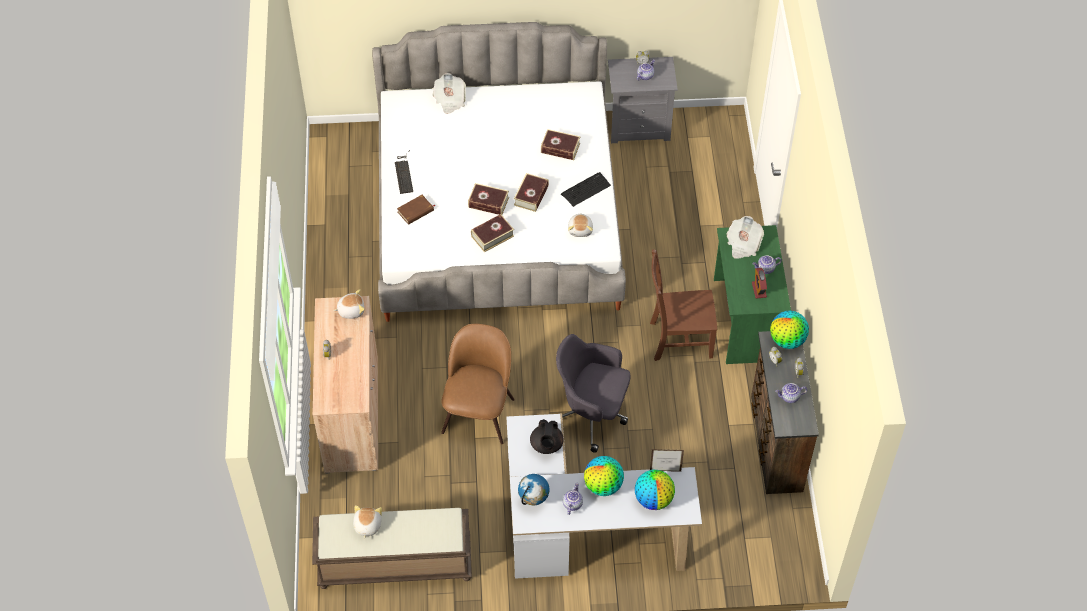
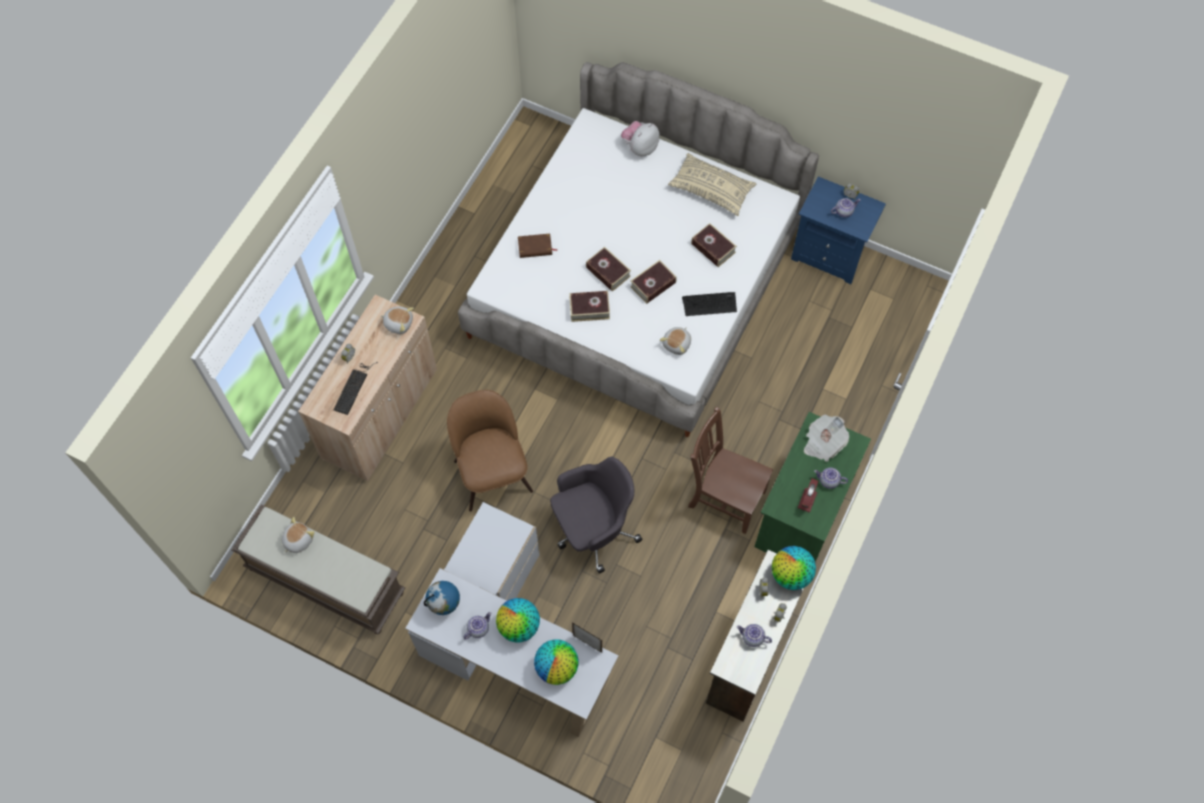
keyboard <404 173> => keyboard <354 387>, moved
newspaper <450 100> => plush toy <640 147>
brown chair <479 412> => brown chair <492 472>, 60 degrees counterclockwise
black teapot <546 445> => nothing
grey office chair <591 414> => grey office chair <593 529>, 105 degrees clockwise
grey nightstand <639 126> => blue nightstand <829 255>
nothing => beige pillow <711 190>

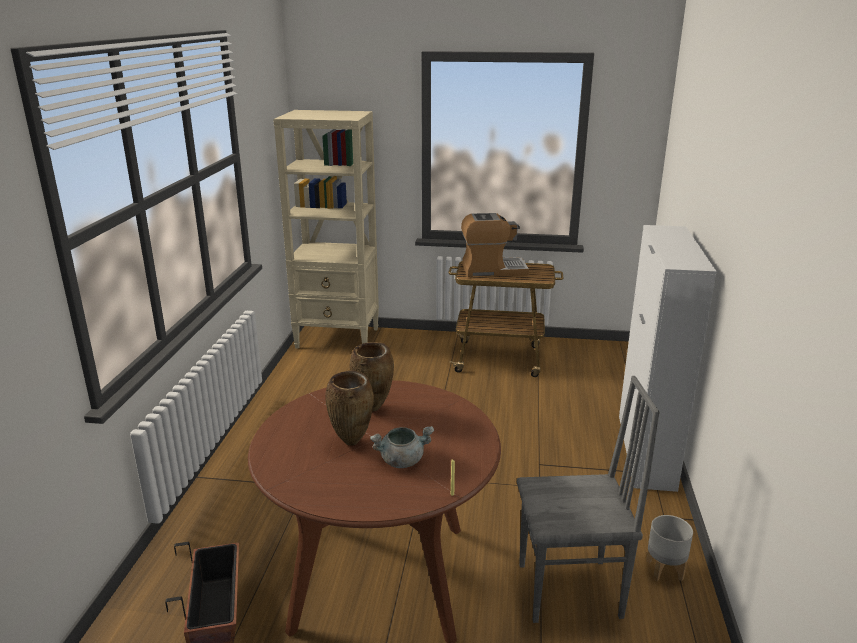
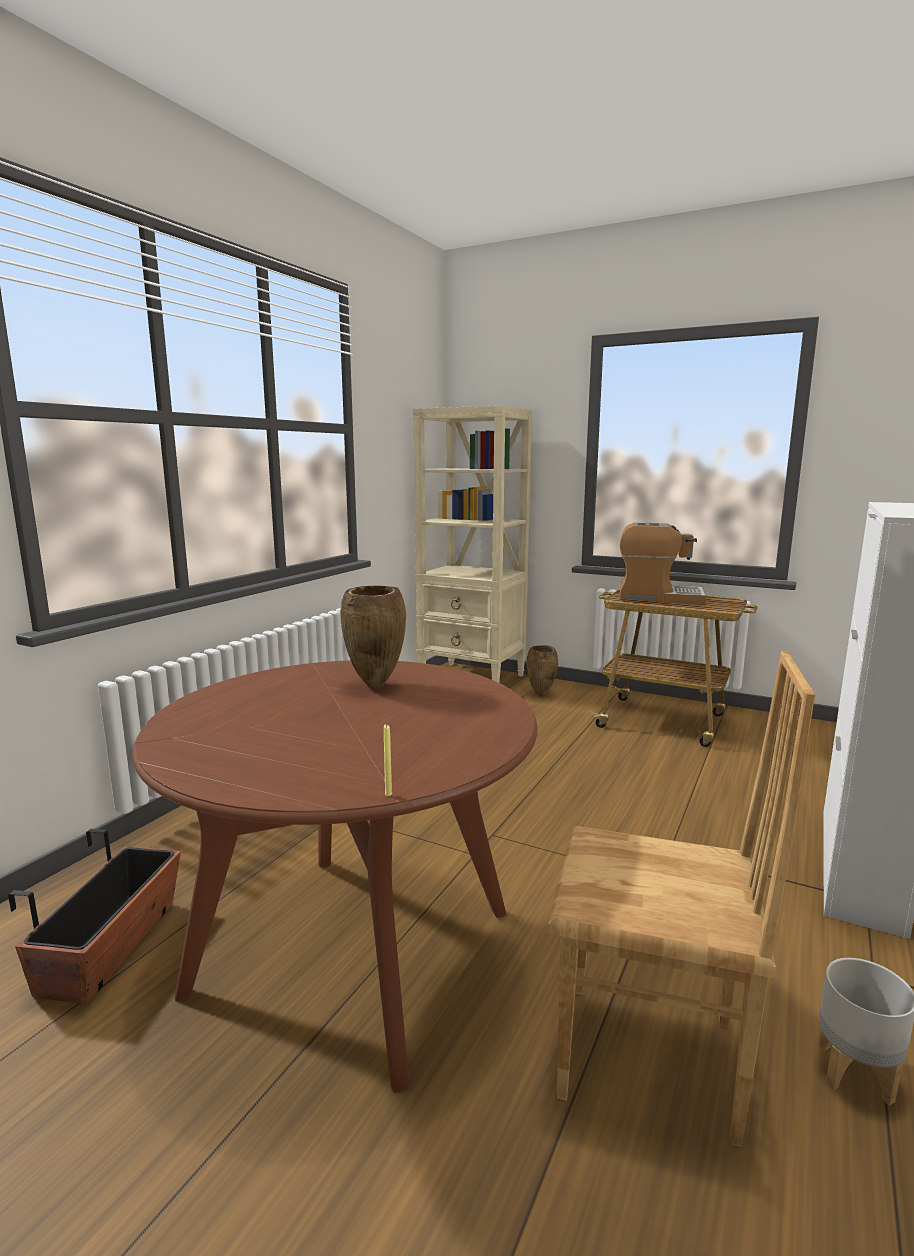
brown vase <352 442> => brown vase <541 694>, moved
grey cooking pot <402 461> => nothing
grey chair <570 592> => brown chair <649 1061>

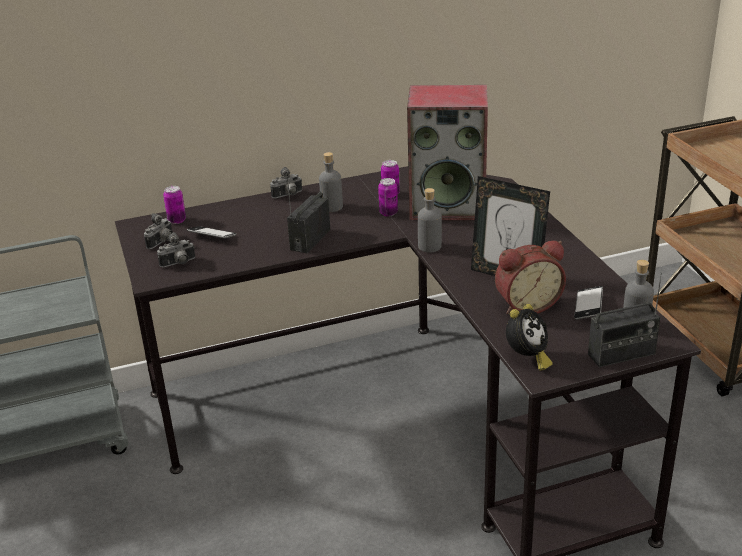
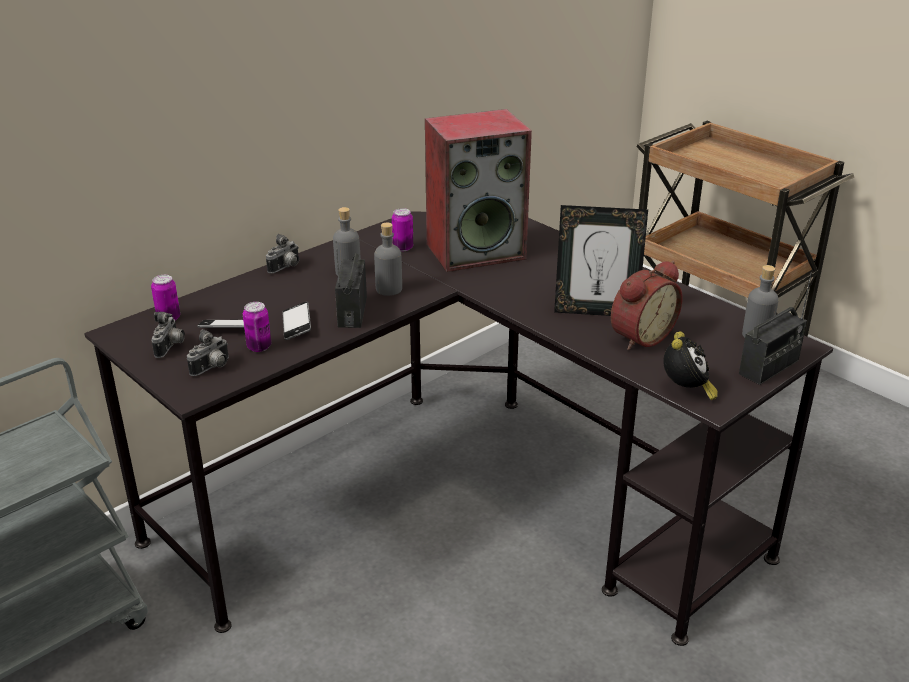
can <388 213> => can <259 347>, moved
grey bottle <429 246> => grey bottle <389 289>, moved
phone <588 307> => phone <297 325>, moved

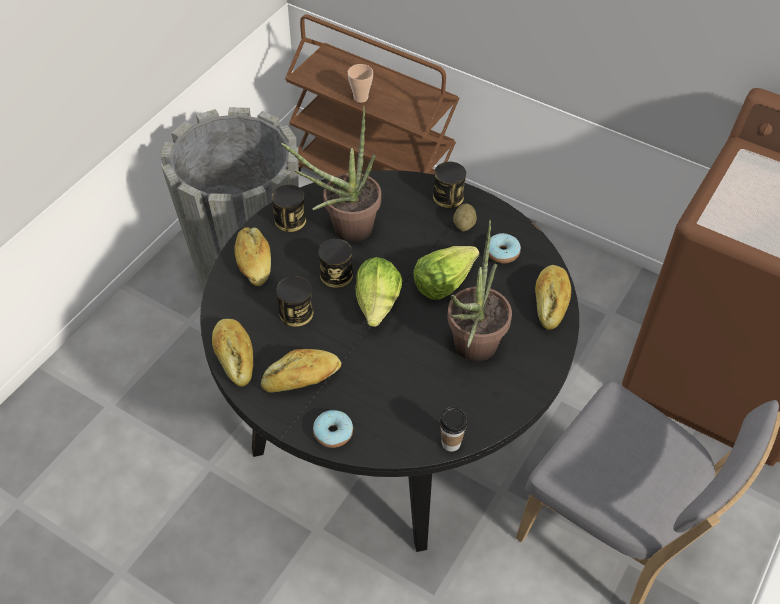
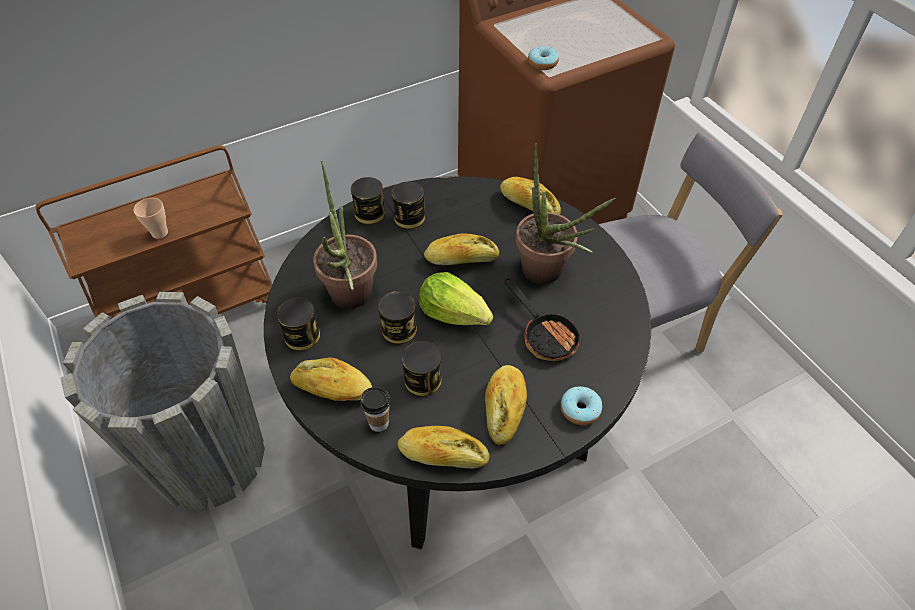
lettuce <443 281> => bread <461 259>
cup <451 443> => cup <378 423>, moved
potato <464 225> => can <409 217>
donut <502 253> => donut <542 63>, moved
nothing => frying pan <545 335>

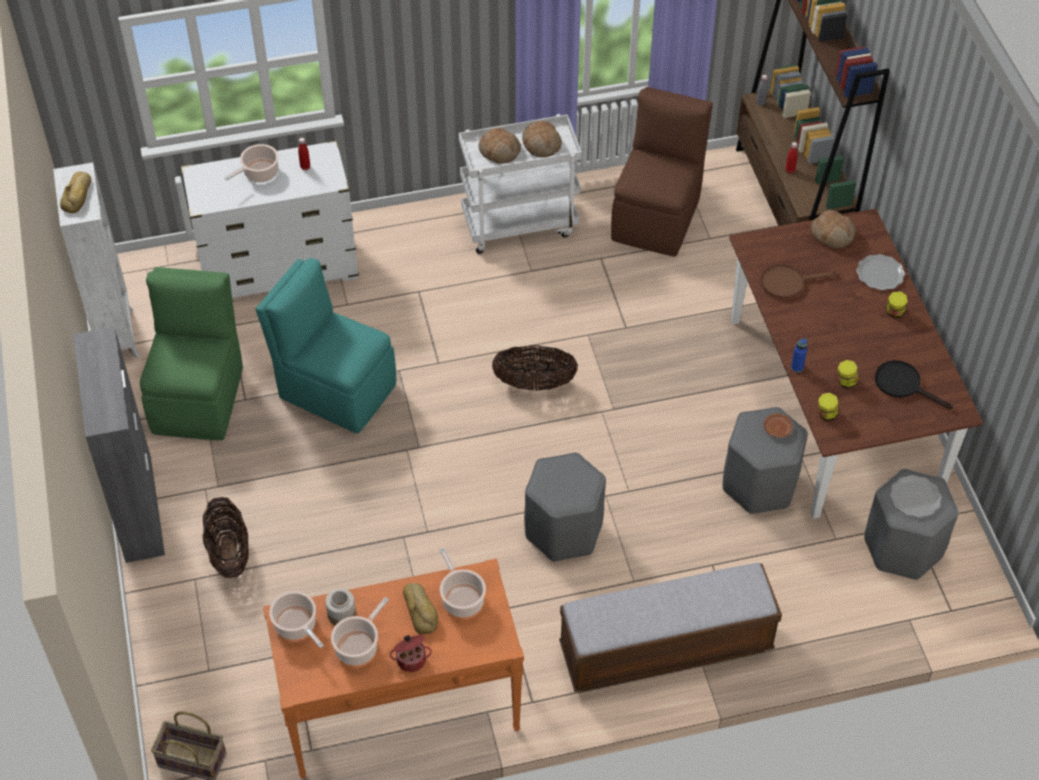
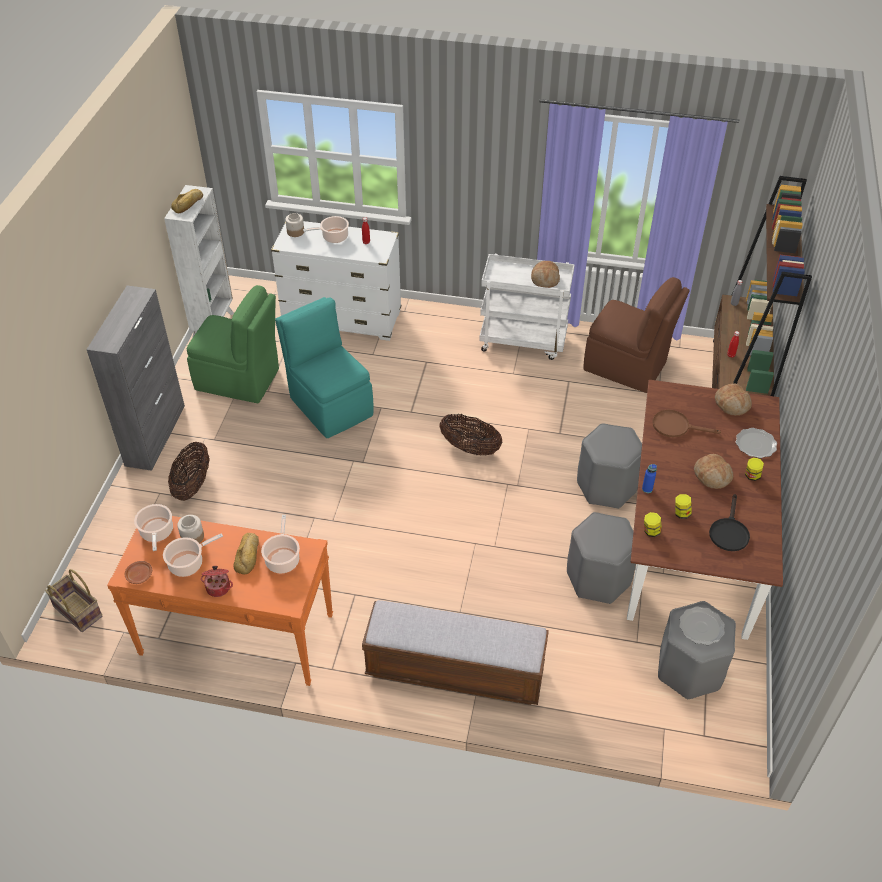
green chair <199 397> => green chair <239 380>, 75 degrees clockwise
bread <499 151> => bread <712 476>, moved
grey stool <563 530> => grey stool <606 486>, moved
brown chair <657 217> => brown chair <627 367>, 75 degrees clockwise
brown plate <777 428> => brown plate <139 575>, moved
black frying pan <903 384> => black frying pan <729 532>, 135 degrees counterclockwise
nothing => jar <295 232>

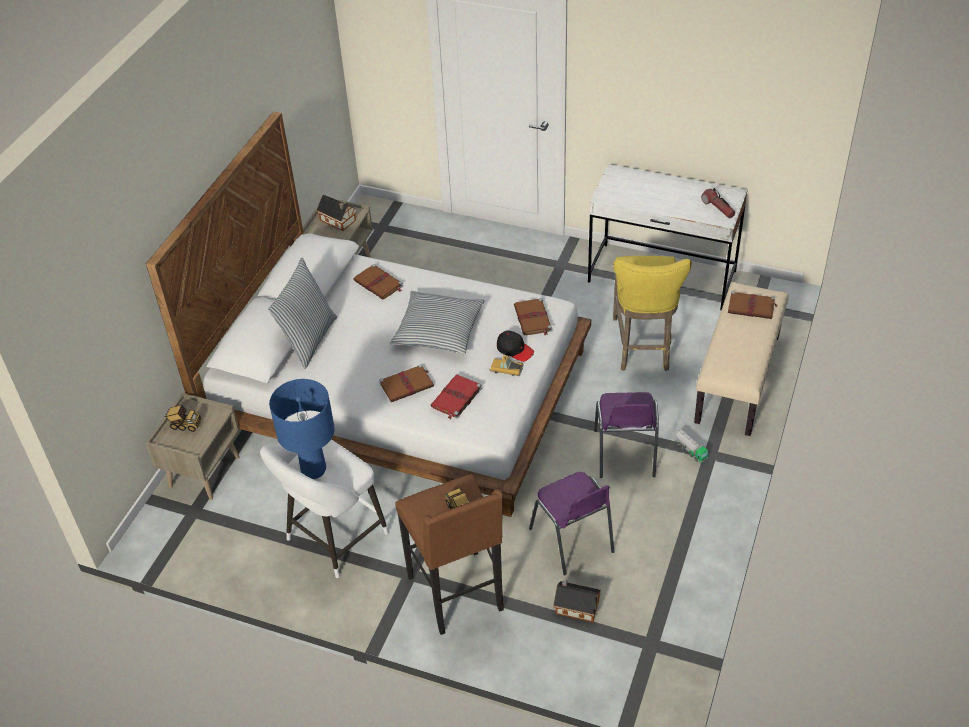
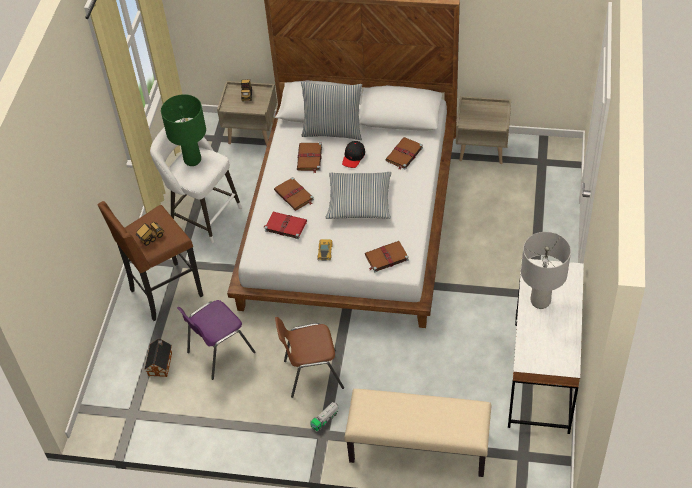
blue table lamp <314 469> => green table lamp <193 160>
toy house <338 221> => nothing
black cap <514 349> => black cap <353 157>, moved
purple chair <624 455> => brown chair <311 374>
yellow stool <642 347> => nothing
flashlight <718 208> => nothing
brown book <752 307> => brown book <309 158>, moved
nothing => grey table lamp <541 301>

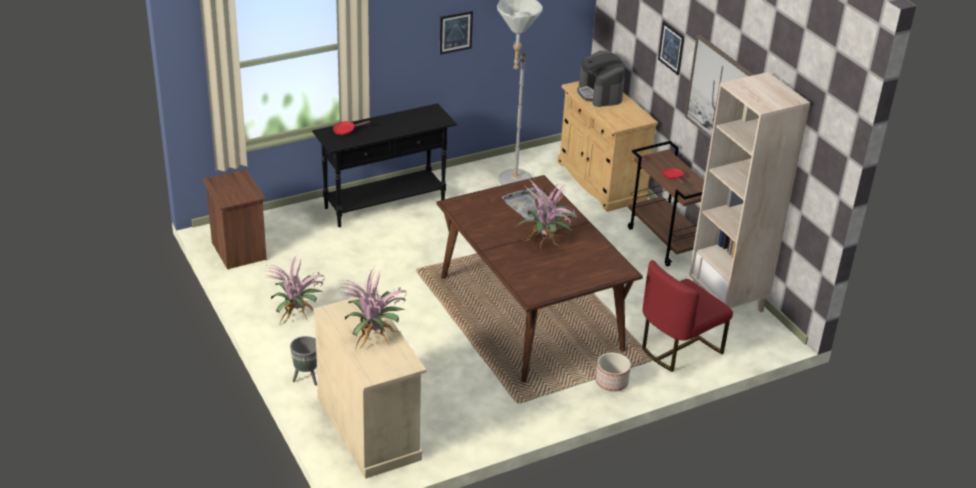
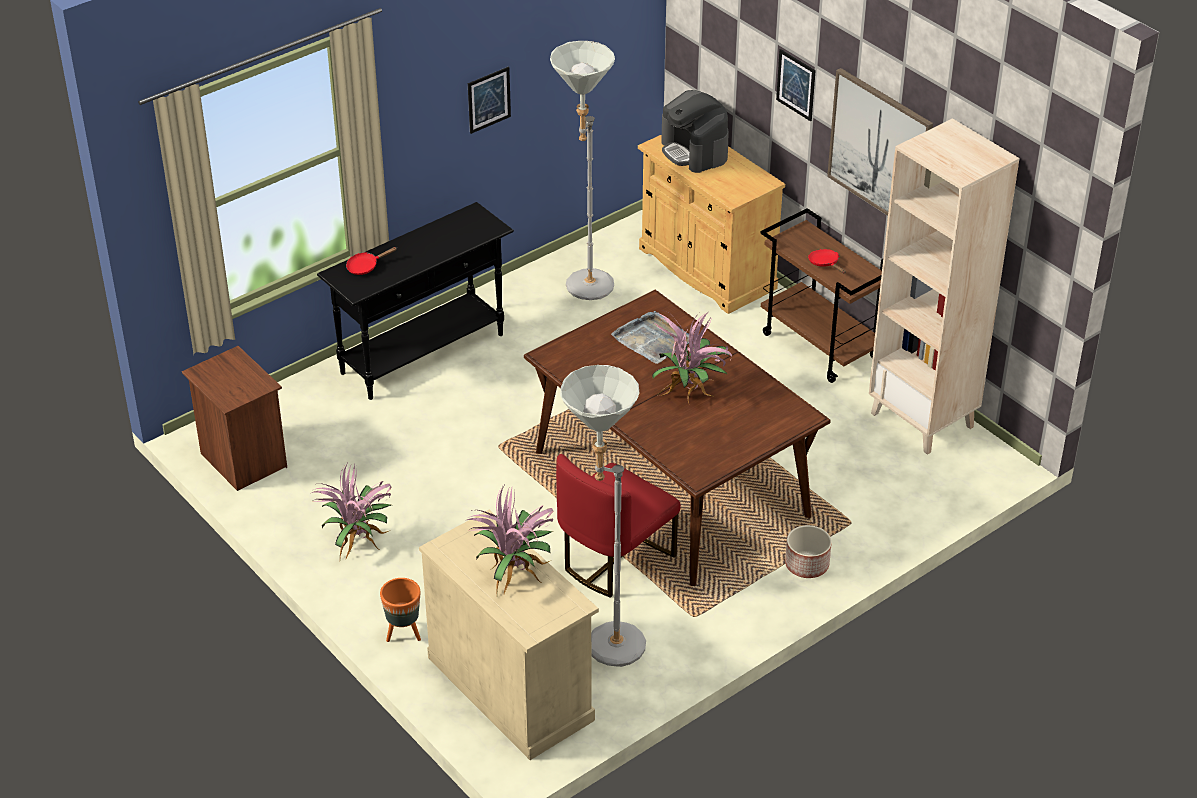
grey planter <306 378> => orange planter <403 633>
red chair <678 348> => red chair <614 560>, moved
nothing => grey floor lamp <604 642>

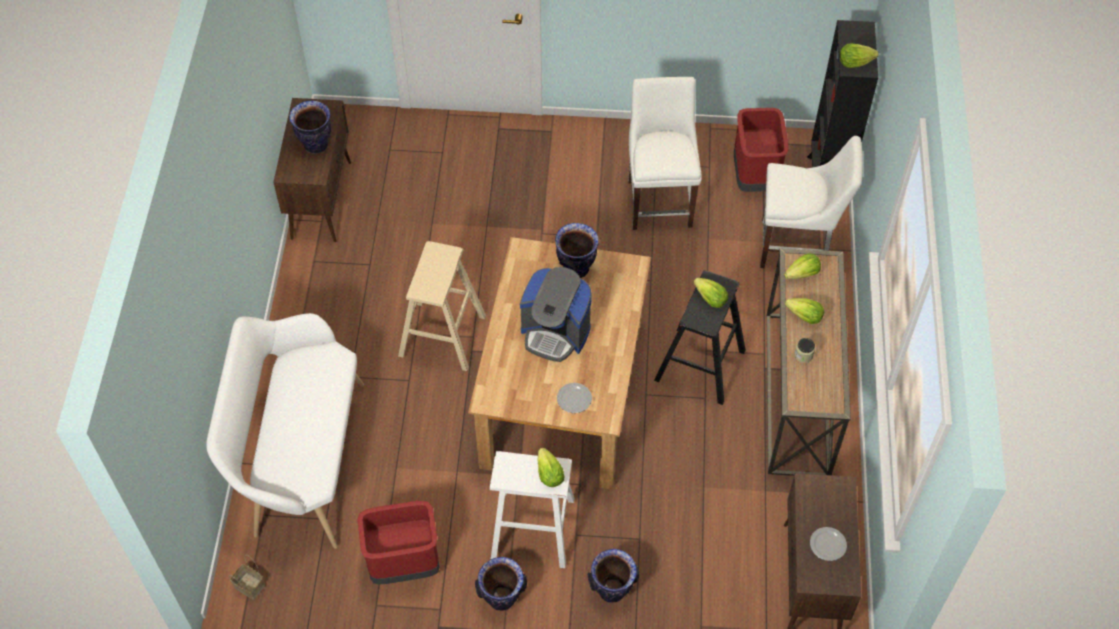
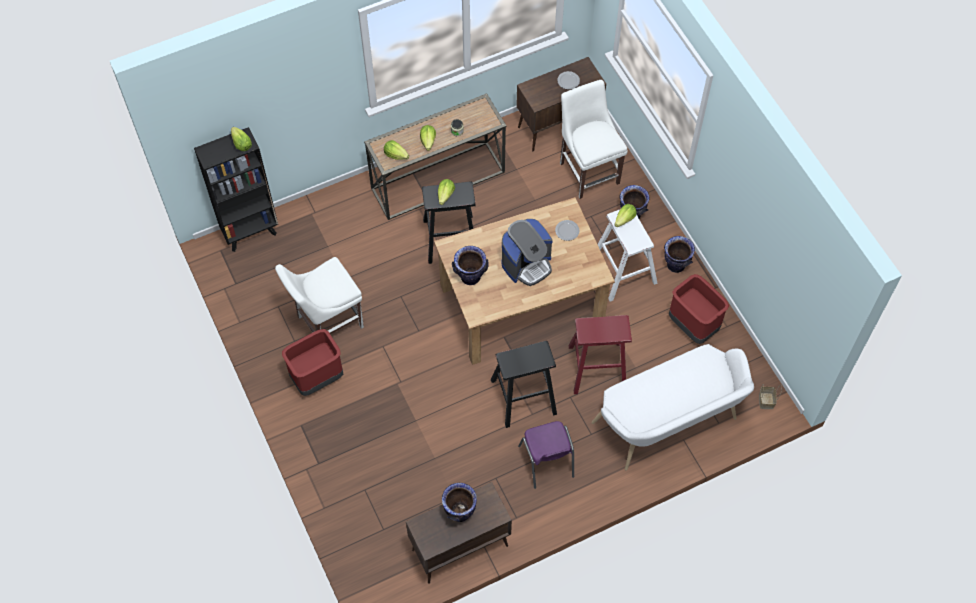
beige stool <442 335> => black stool <523 397>
coffee machine <555 332> => coffee machine <527 264>, 60 degrees clockwise
red trash can <755 178> => red trash can <317 378>, moved
white chair <797 247> => white chair <588 170>, moved
nothing => purple chair <546 463>
nothing => red stool <597 368>

